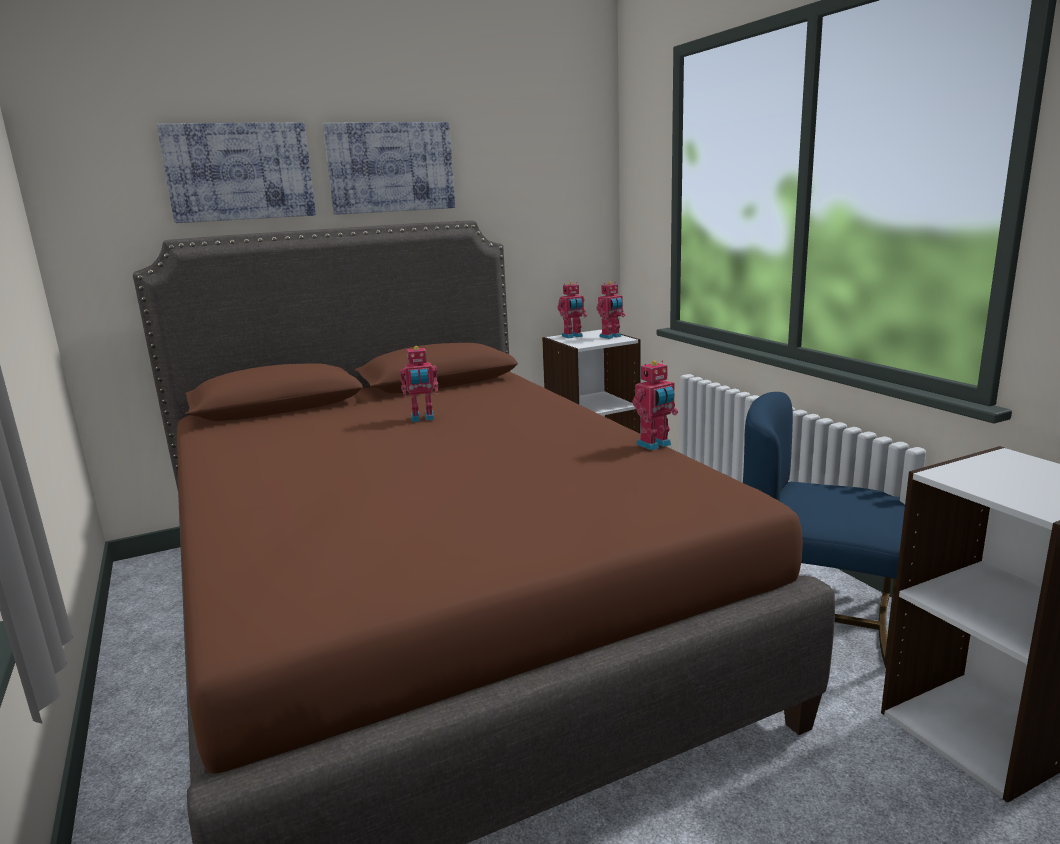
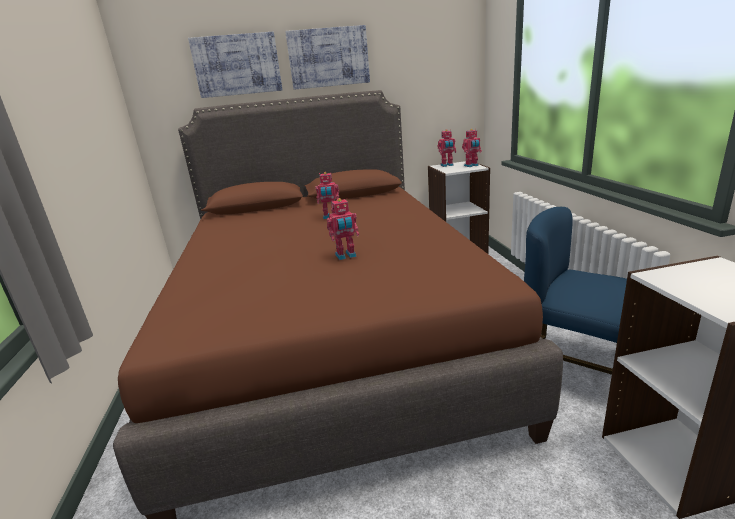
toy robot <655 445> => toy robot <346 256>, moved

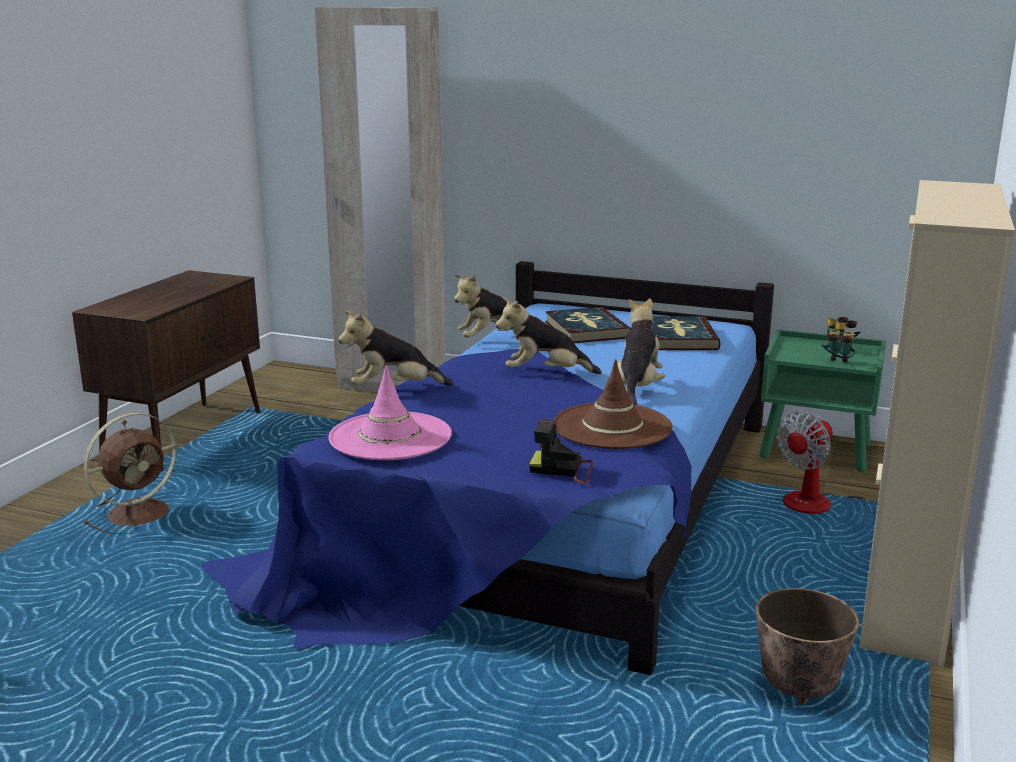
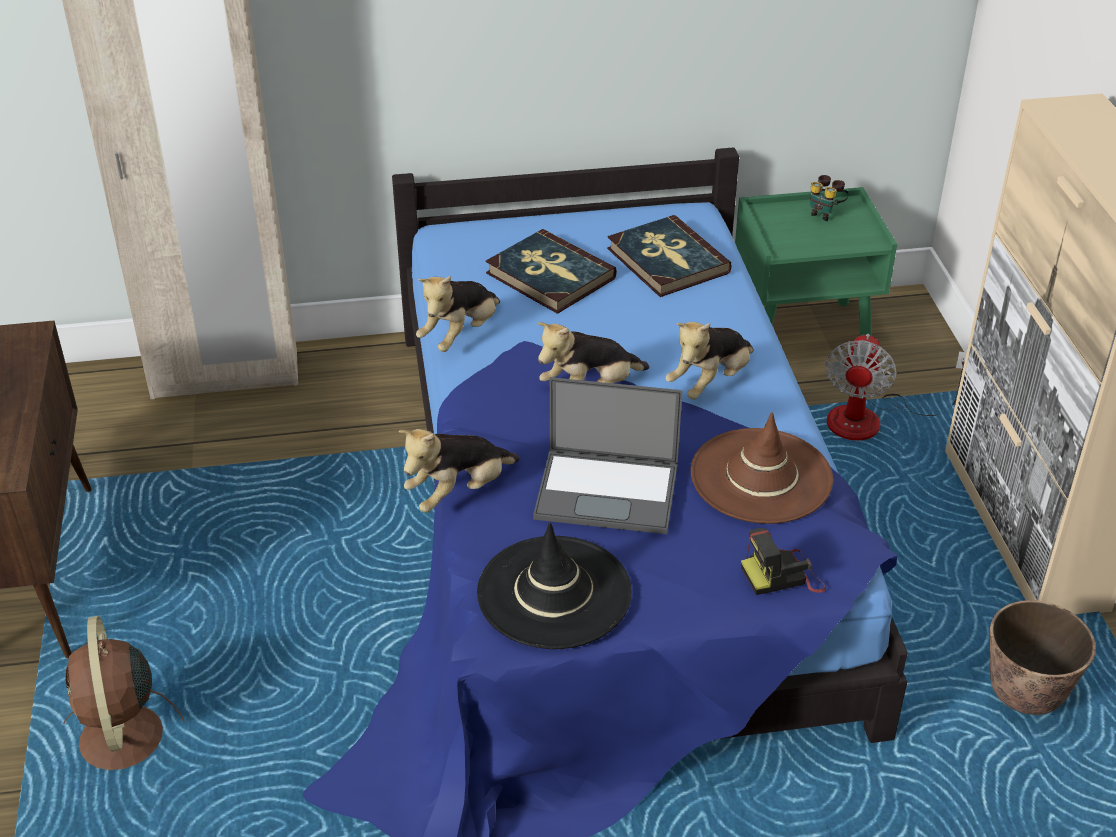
brown fan <141 512> => brown fan <121 741>, 150 degrees clockwise
pink hat <390 437> => black hat <554 593>
plush toy <638 388> => plush toy <710 382>, 120 degrees counterclockwise
binoculars <837 364> => nothing
nothing => laptop <609 491>

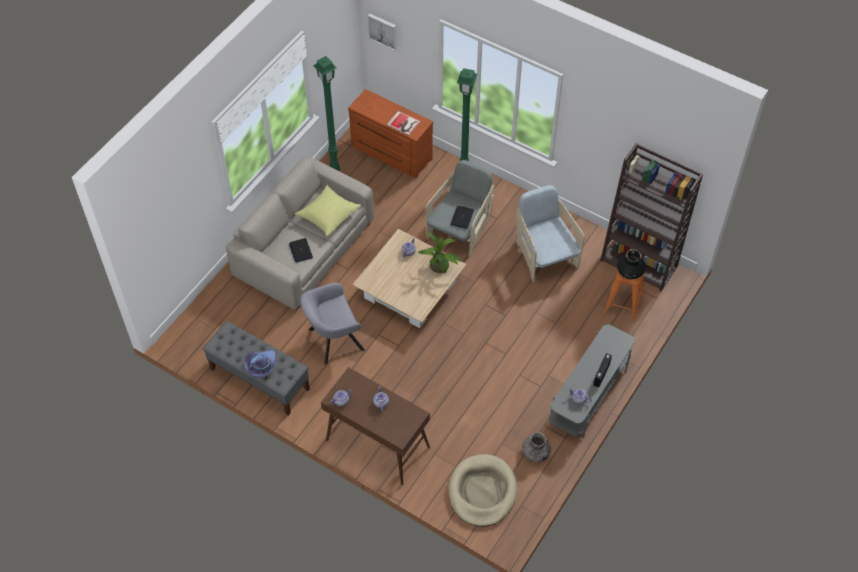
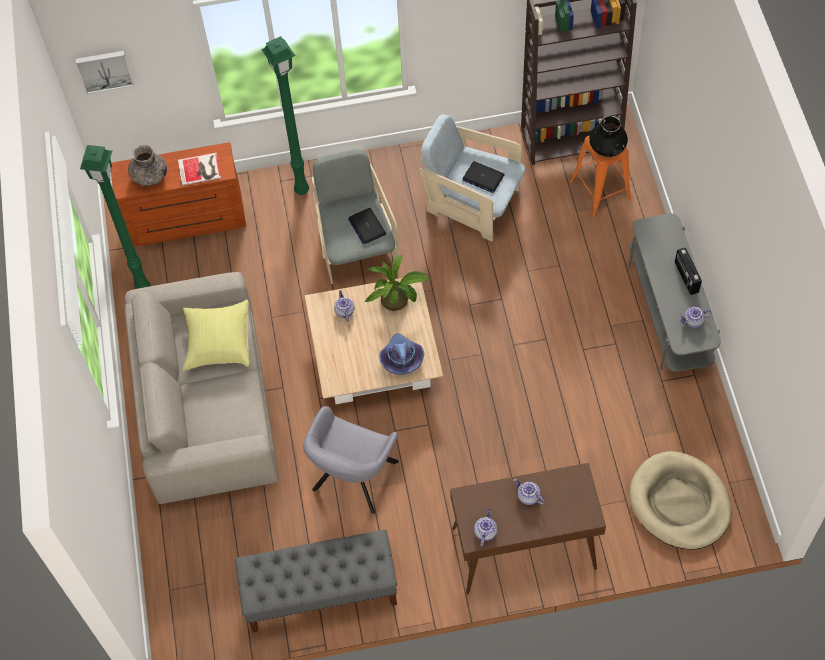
purple hat <261 366> => purple hat <401 358>, moved
laptop <300 250> => laptop <483 177>, moved
grey vase <535 452> => grey vase <149 176>, moved

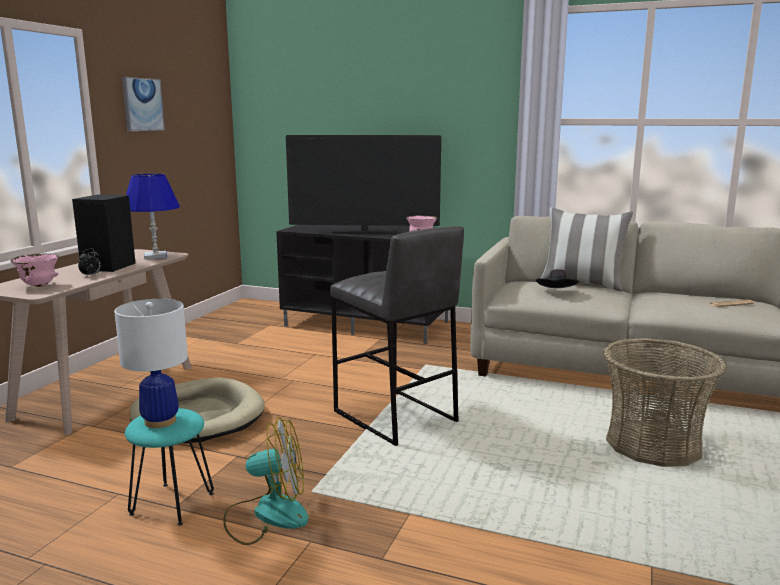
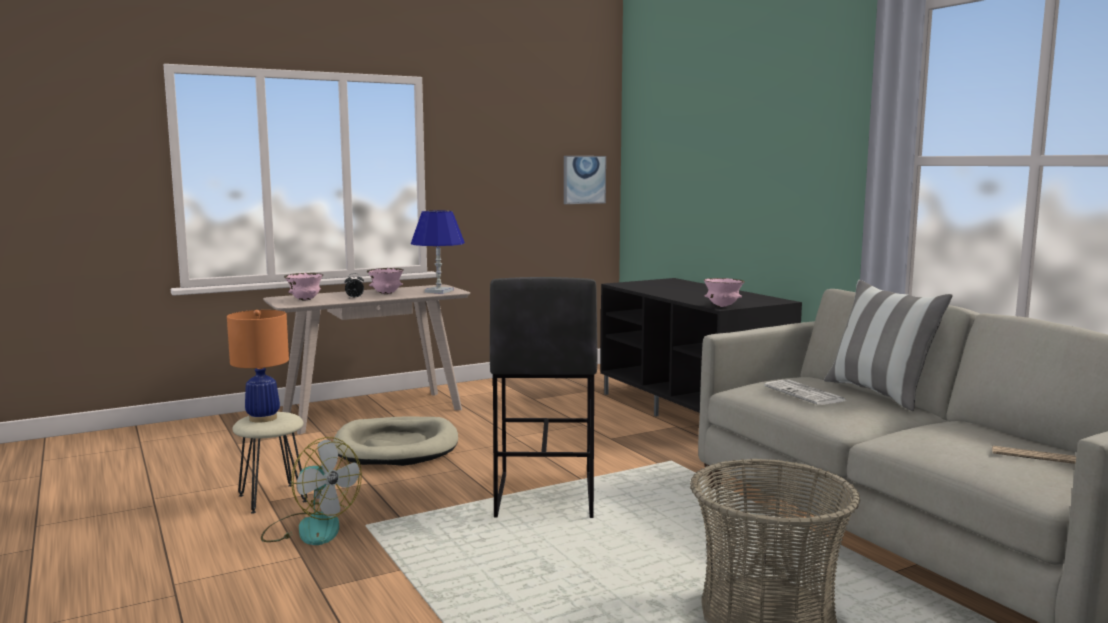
black speaker <109 266> => pink bowl <386 294>
white table lamp <160 421> => orange table lamp <262 418>
picture <142 104> => picture <584 179>, moved
turquoise stool <171 504> => beige stool <271 498>
television <364 232> => nothing
black hat <557 292> => newspaper <806 394>

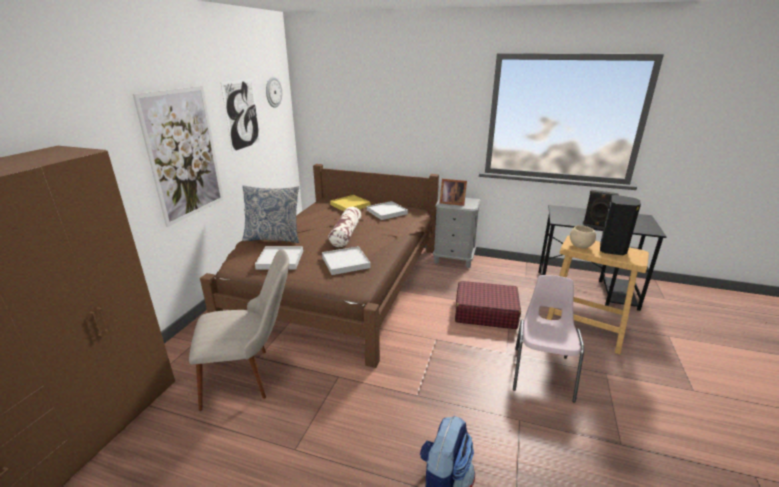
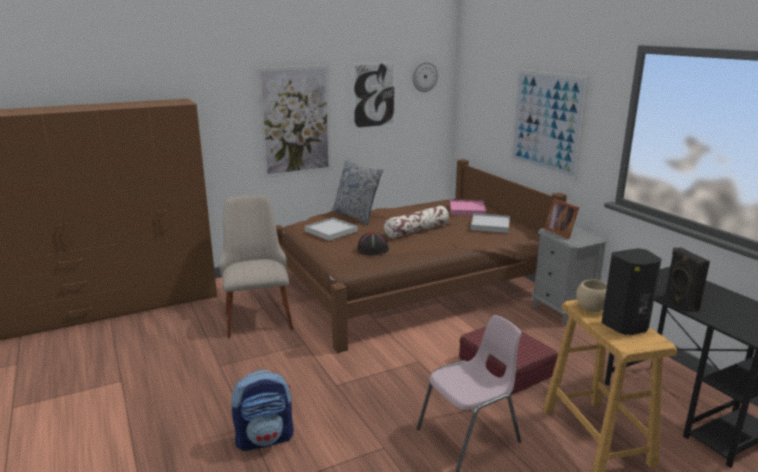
beige chair <251 375> => beige chair <257 314>, 135 degrees counterclockwise
white tray <345 262> => black hat <373 249>
yellow tray <350 205> => pink tray <467 210>
nothing => picture <546 122>

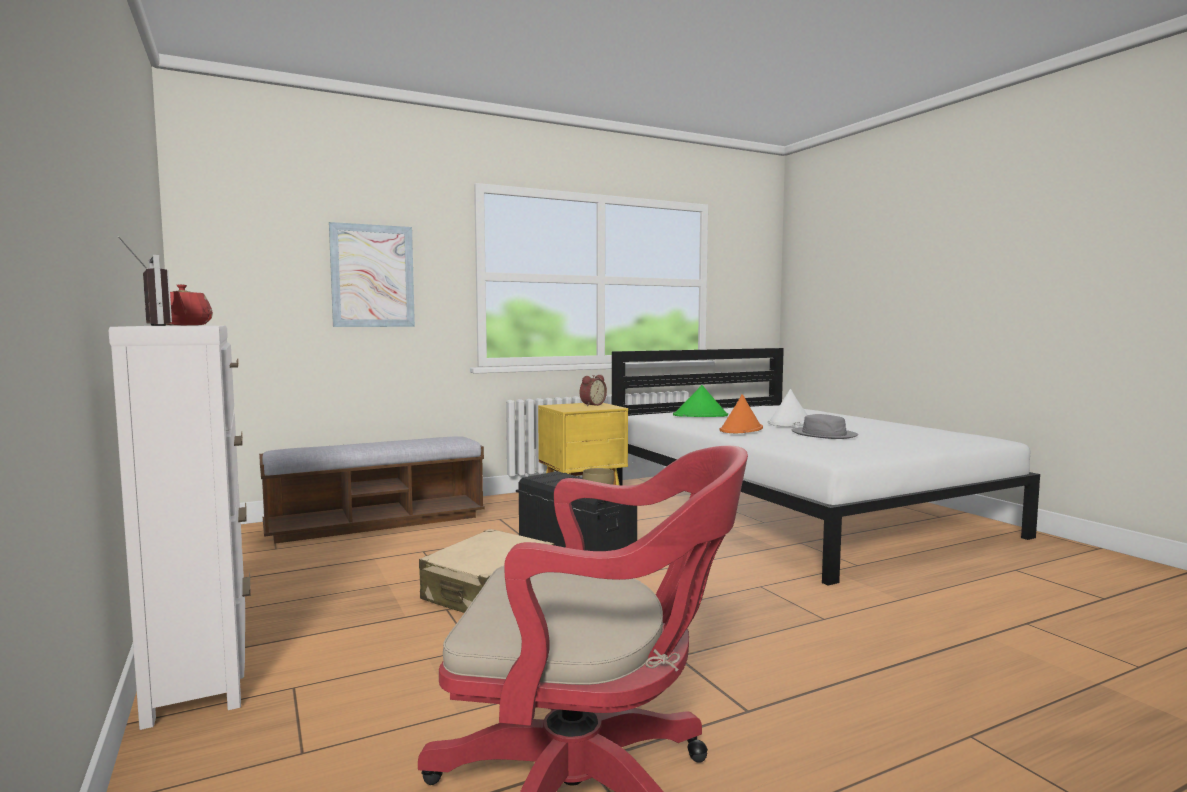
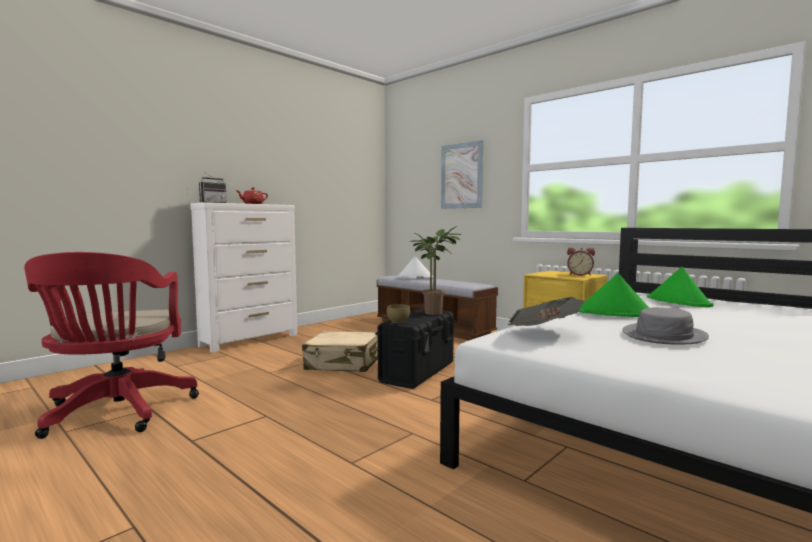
orange hat <741 430> => green hat <614 313>
white hat <789 422> => white hat <415 278>, moved
nothing => potted plant <434 312>
nothing => newspaper <543 333>

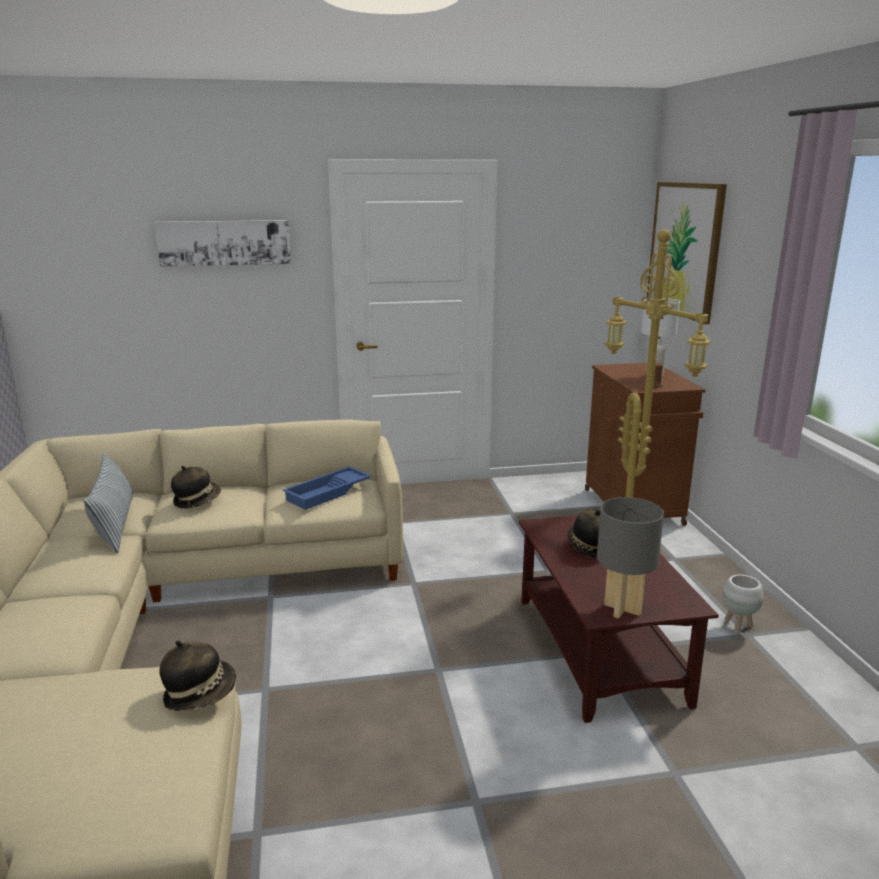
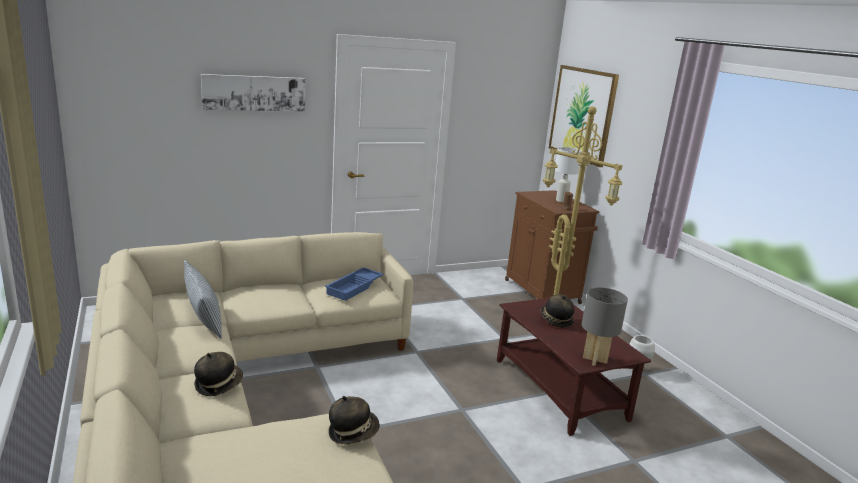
hat <197 500> => hat <218 384>, moved

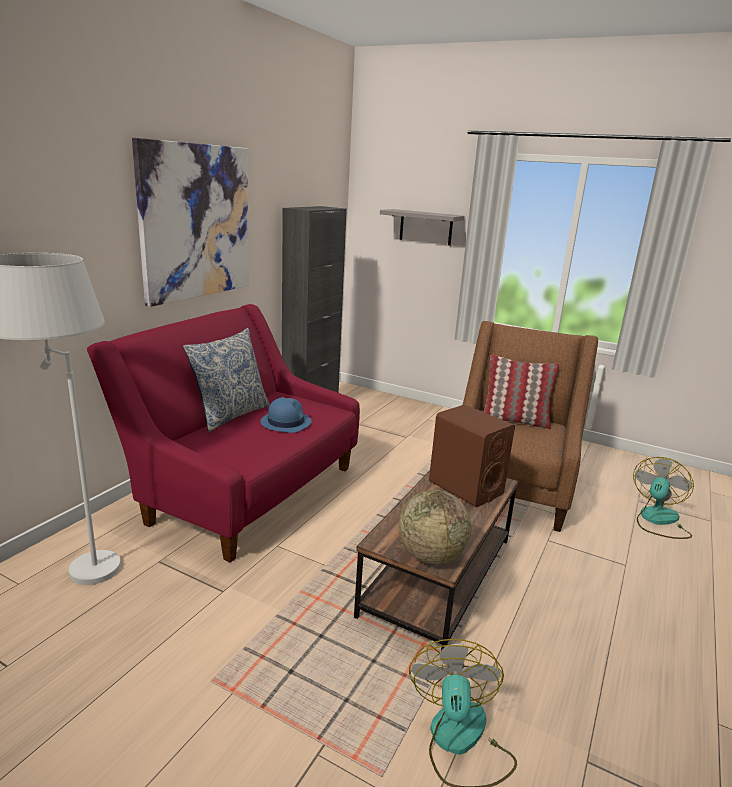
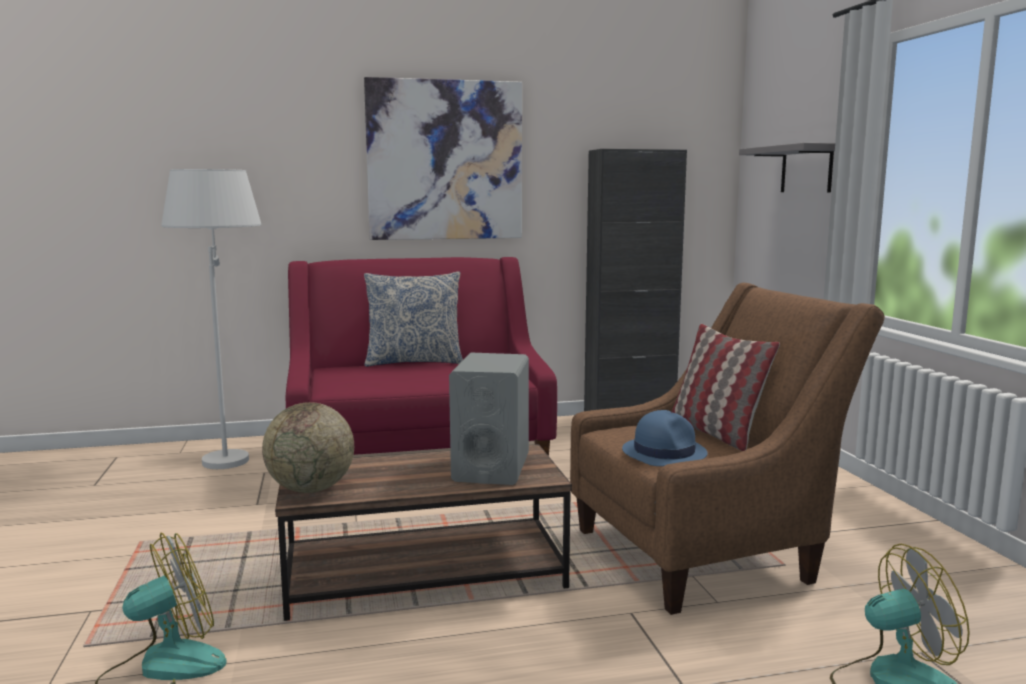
blue hat <285 422> => blue hat <664 452>, moved
brown speaker <465 488> => grey speaker <491 467>

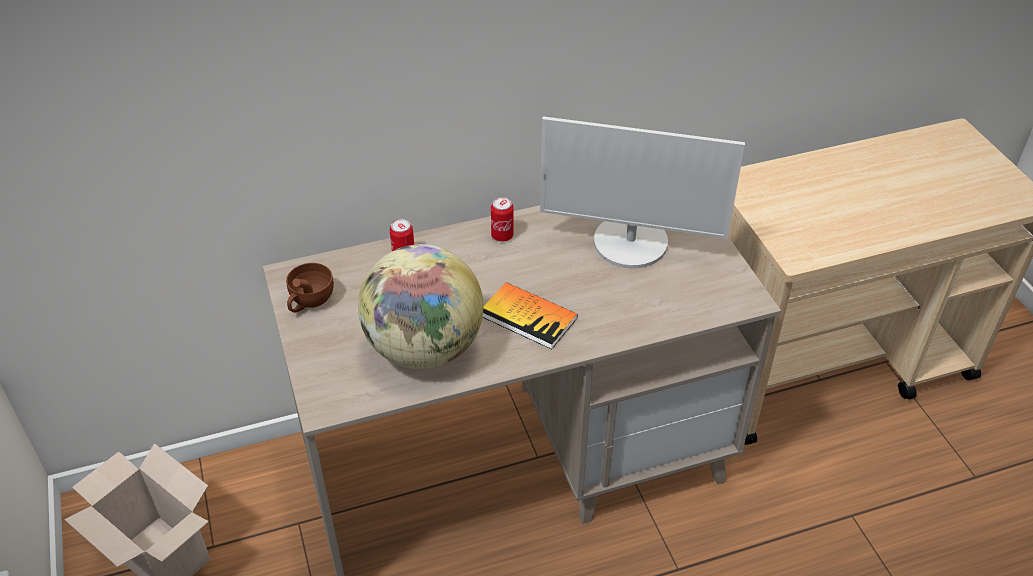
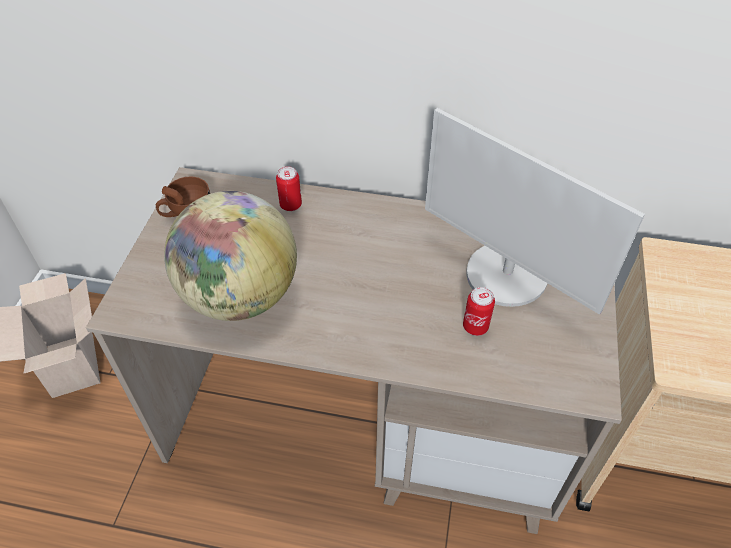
book <528 317> => nothing
can <502 236> => can <475 326>, moved

